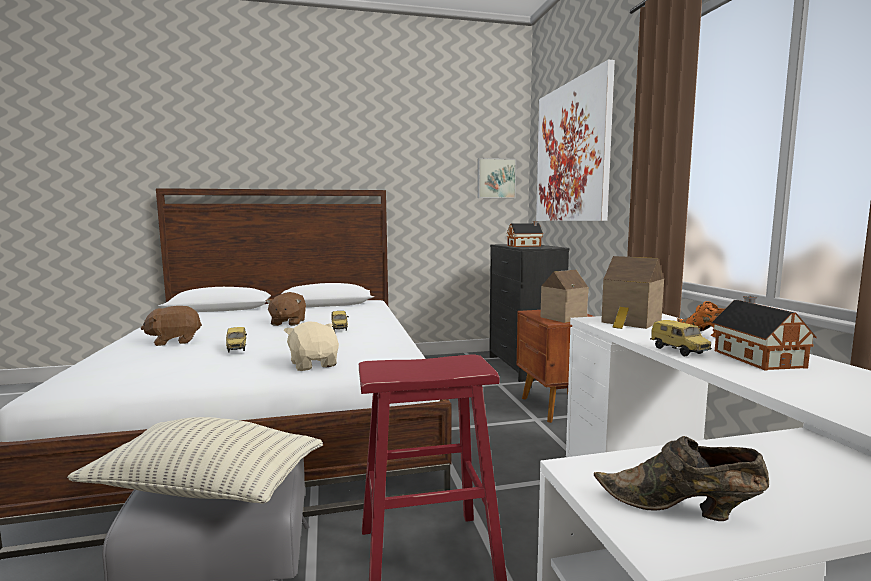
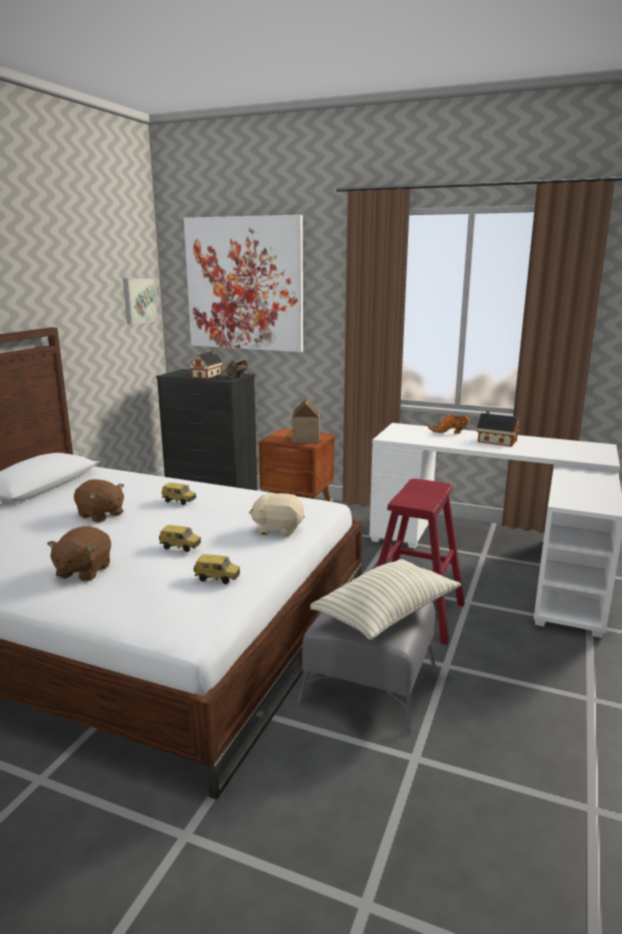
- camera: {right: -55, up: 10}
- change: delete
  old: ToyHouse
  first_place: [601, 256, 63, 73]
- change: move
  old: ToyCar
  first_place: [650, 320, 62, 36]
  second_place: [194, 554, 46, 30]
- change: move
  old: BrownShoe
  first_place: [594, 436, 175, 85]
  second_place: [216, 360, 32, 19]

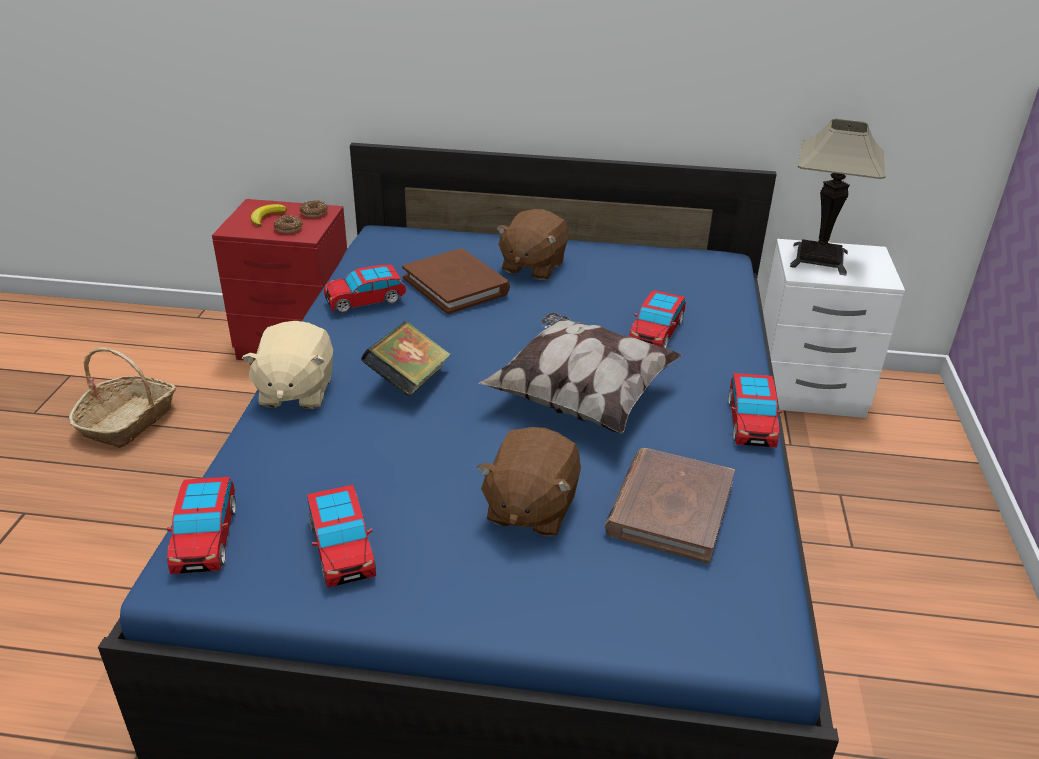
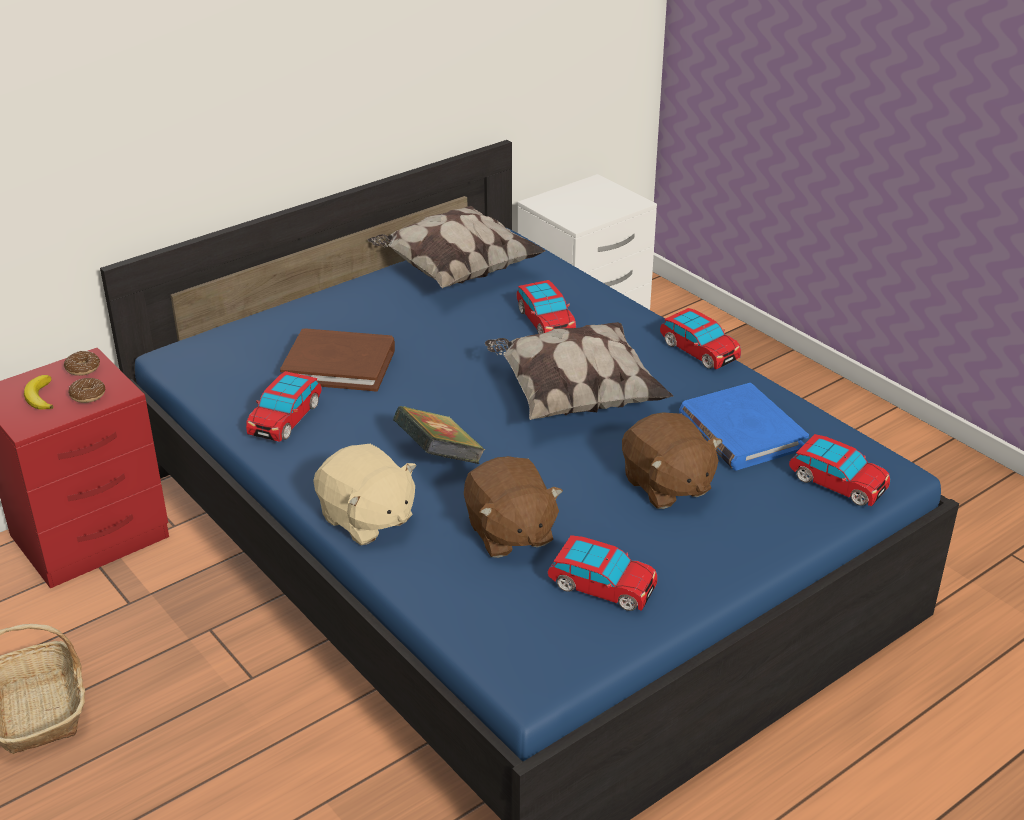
- camera: {right: -45, up: 0}
- change: delete
  old: TableLamp
  first_place: [790, 119, 96, 156]
- change: move
  old: BrownPlushToy
  first_place: [496, 209, 72, 71]
  second_place: [464, 456, 99, 102]
- change: recolor
  old: BrownBook
  new: BlueBook
  first_place: [605, 448, 130, 116]
  second_place: [679, 383, 130, 87]
- change: move
  old: ToyCar
  first_place: [166, 477, 70, 97]
  second_place: [789, 434, 101, 72]
- change: insert
  new: Pillow
  second_place: [368, 206, 178, 82]

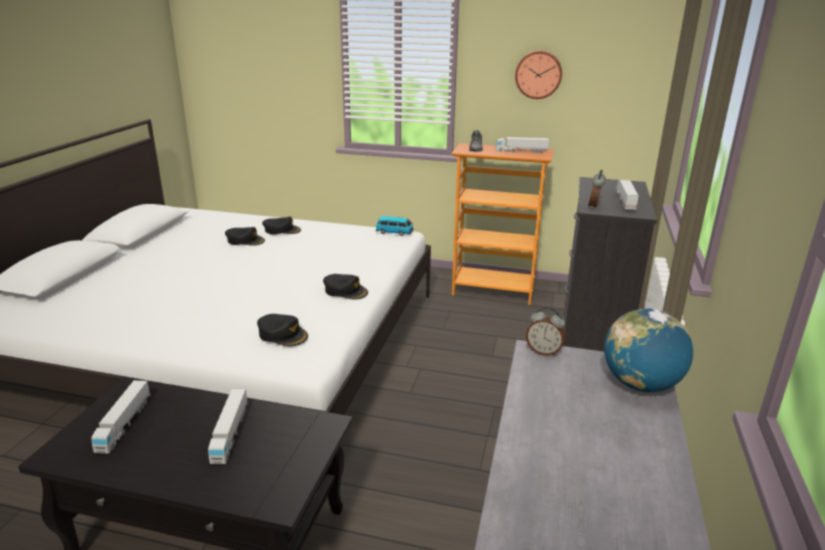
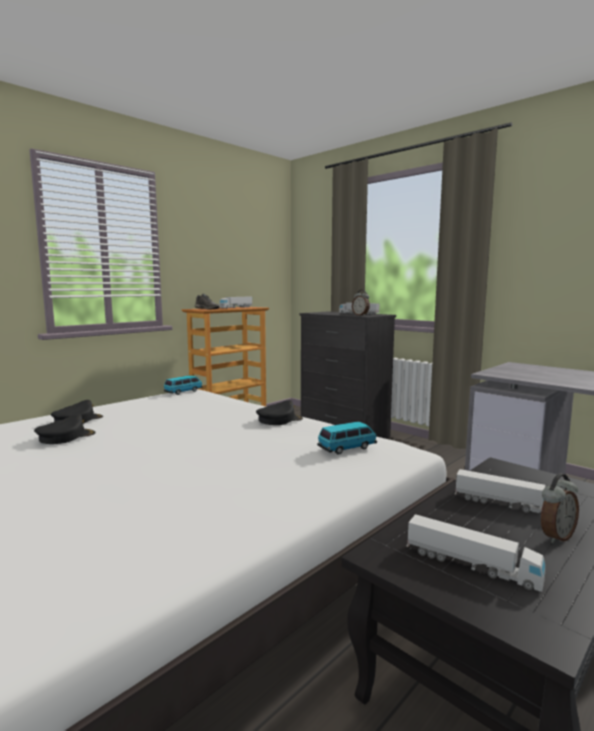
- camera: {right: -60, up: -15}
- change: delete
  old: WallClock
  first_place: [515, 51, 47, 48]
- change: move
  old: AlarmClock
  first_place: [526, 307, 39, 50]
  second_place: [541, 473, 38, 70]
- change: delete
  old: Globe
  first_place: [604, 309, 89, 83]
- change: replace
  old: BlackCap
  new: ToyCar
  first_place: [257, 314, 51, 33]
  second_place: [317, 422, 60, 33]

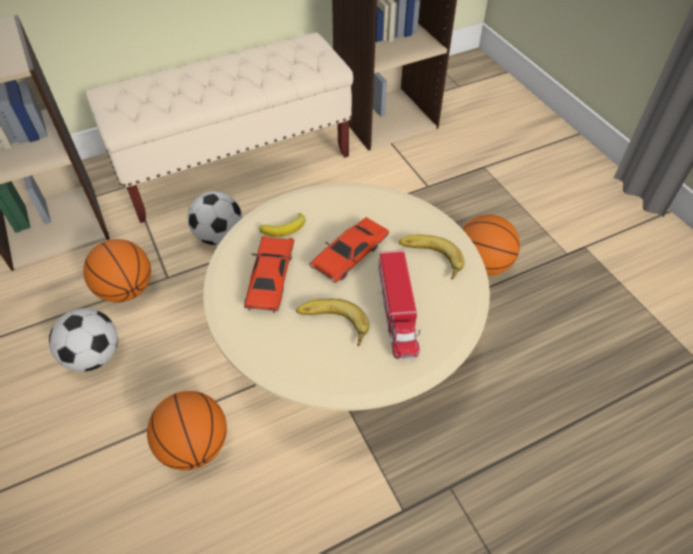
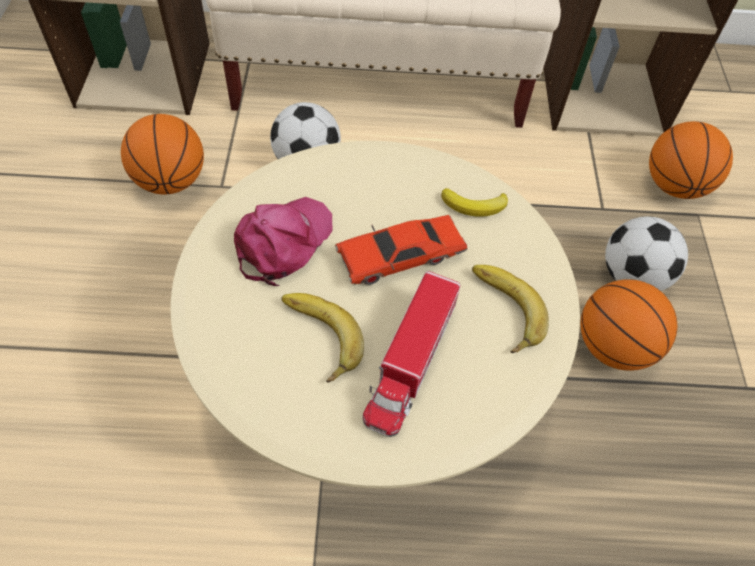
- camera: {right: 25, up: 5}
- change: move
  old: Banana
  first_place: [259, 213, 46, 24]
  second_place: [441, 188, 67, 29]
- change: replace
  old: RedToyCar
  new: PinkCap
  first_place: [244, 236, 51, 77]
  second_place: [234, 197, 99, 89]
- change: move
  old: Football
  first_place: [49, 308, 69, 64]
  second_place: [605, 216, 83, 75]
- change: move
  old: Basketball
  first_place: [147, 391, 80, 79]
  second_place: [649, 121, 84, 78]

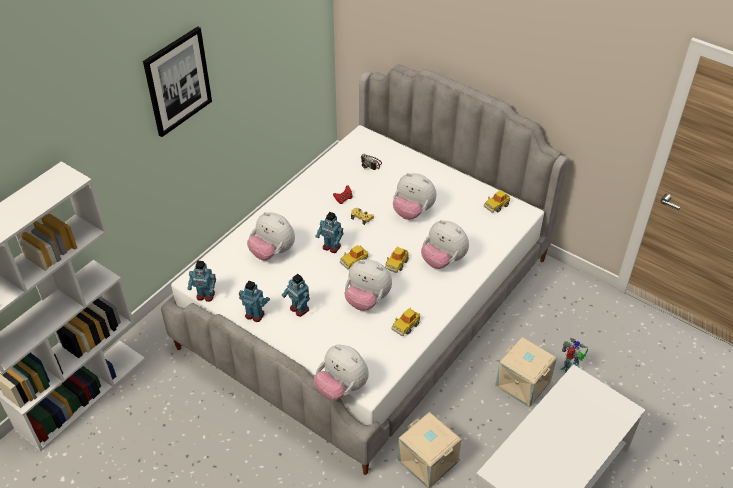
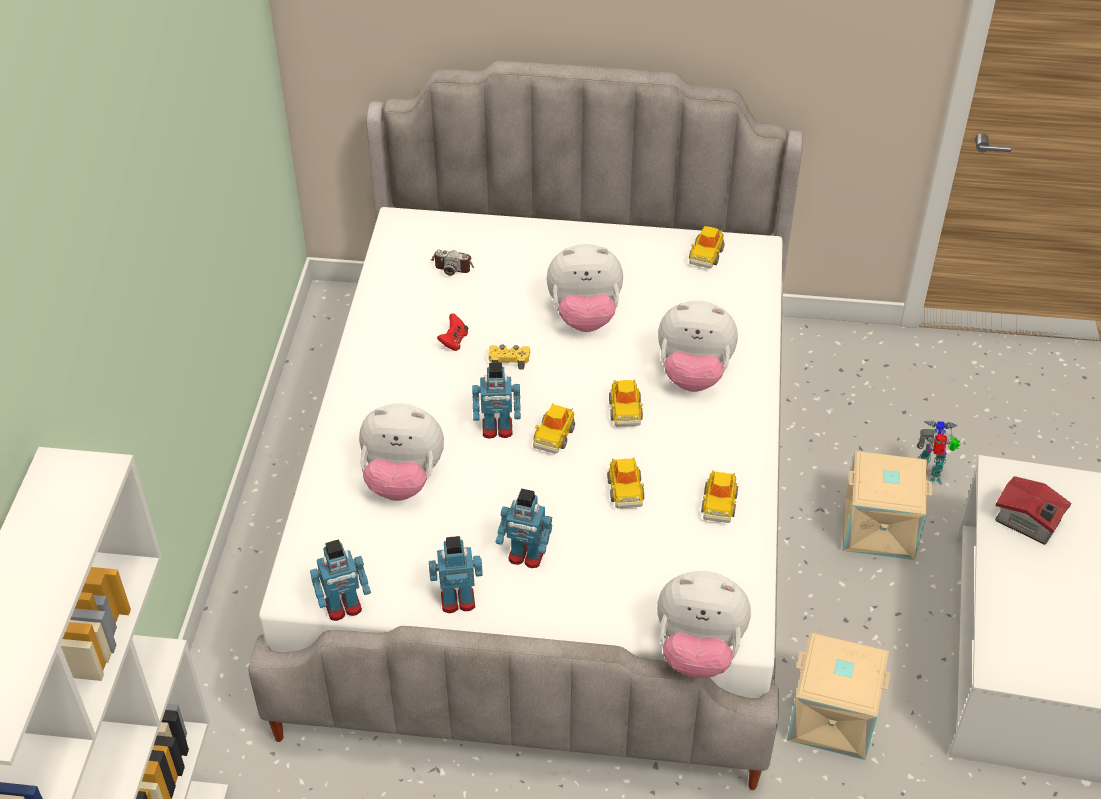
- camera: {right: -30, up: 0}
- change: delete
  old: Picture
  first_place: [143, 26, 69, 111]
- change: replace
  old: PlushToy
  new: ToyCar
  first_place: [344, 259, 48, 52]
  second_place: [607, 457, 37, 51]
- change: insert
  new: ToyHouse
  second_place: [995, 476, 76, 69]

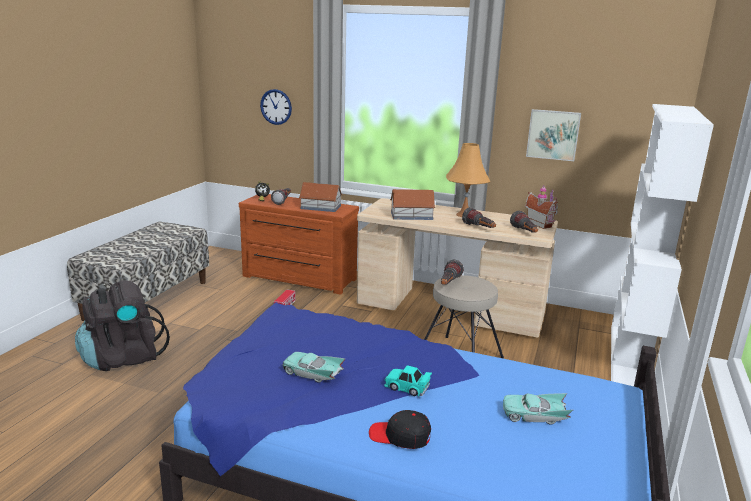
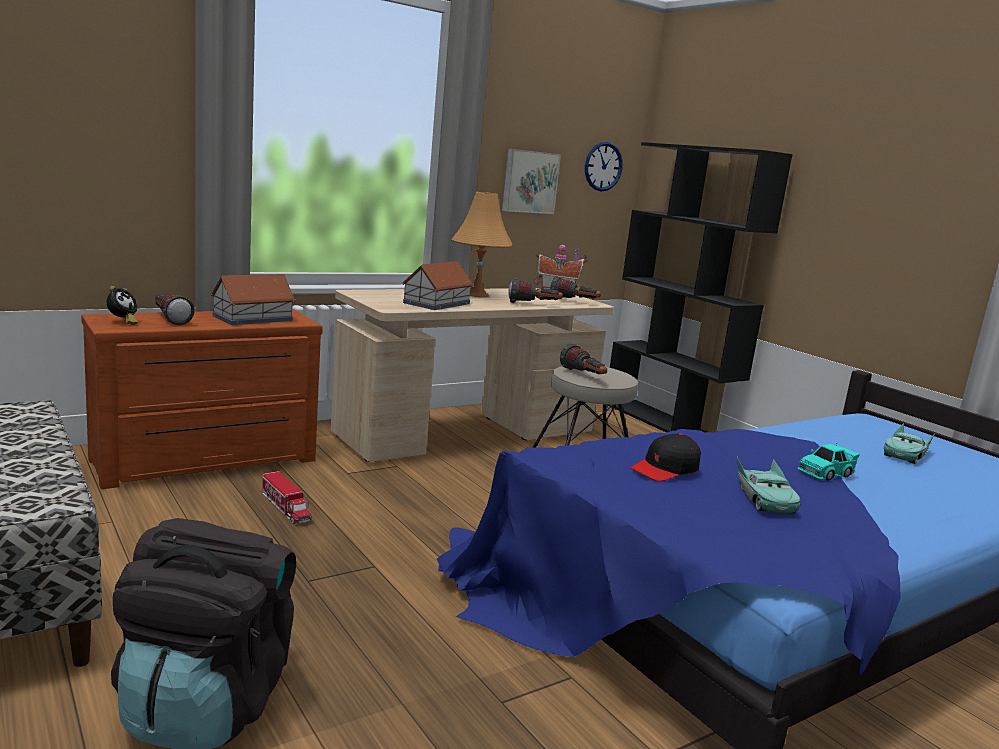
- camera: {right: -55, up: -5}
- change: move
  old: WallClock
  first_place: [260, 89, 32, 36]
  second_place: [585, 142, 38, 49]
- change: recolor
  old: WhiteBookcase
  new: BlackBookcase
  first_place: [611, 104, 103, 282]
  second_place: [606, 142, 187, 290]
- change: rotate
  old: TurquoiseToyCar
  first_place: [283, 352, 62, 30]
  second_place: [737, 457, 64, 57]
  degrees: -60
- change: move
  old: BlackCap
  first_place: [369, 410, 62, 39]
  second_place: [630, 433, 71, 48]

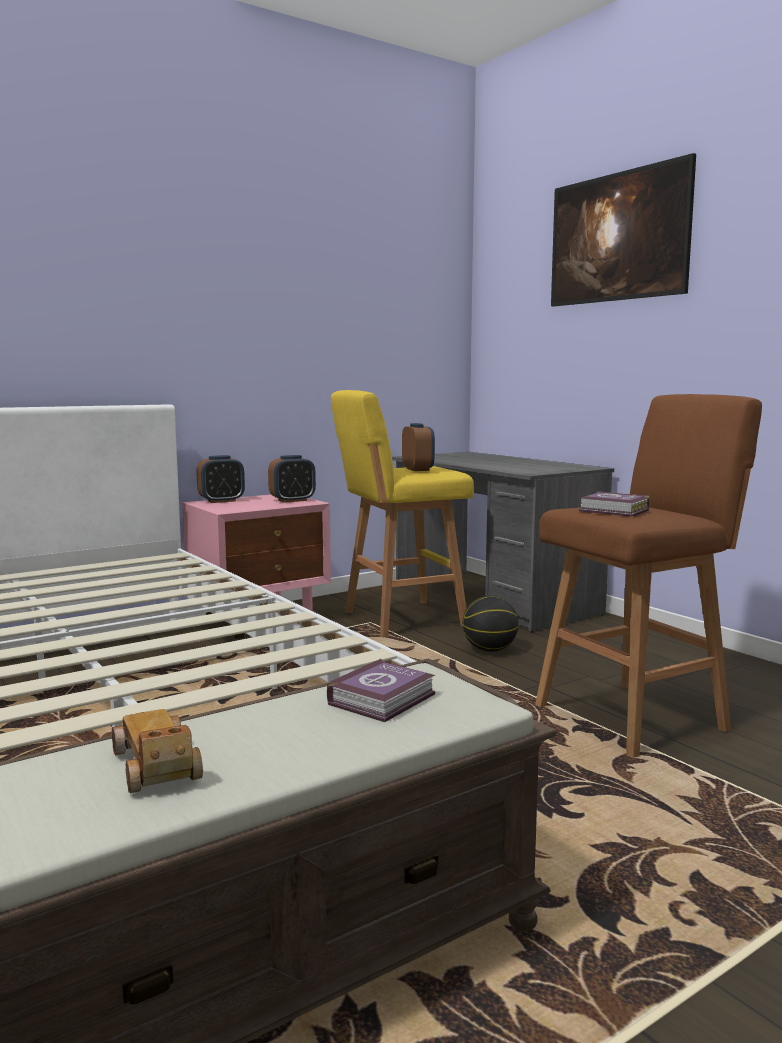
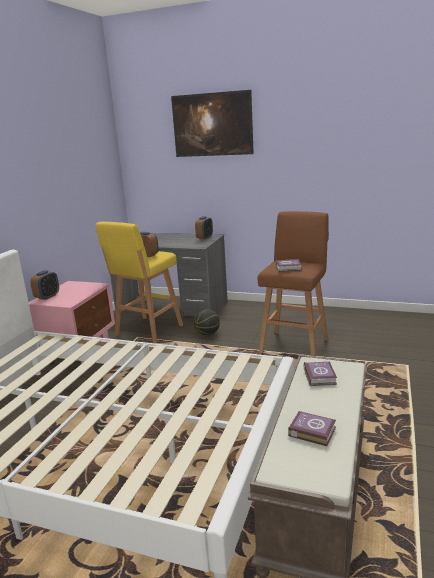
- camera: {right: -35, up: 10}
- change: move
  old: AlarmClock
  first_place: [268, 455, 48, 48]
  second_place: [195, 216, 18, 24]
- change: replace
  old: ToyCar
  new: Book
  first_place: [112, 709, 91, 84]
  second_place: [288, 411, 48, 35]

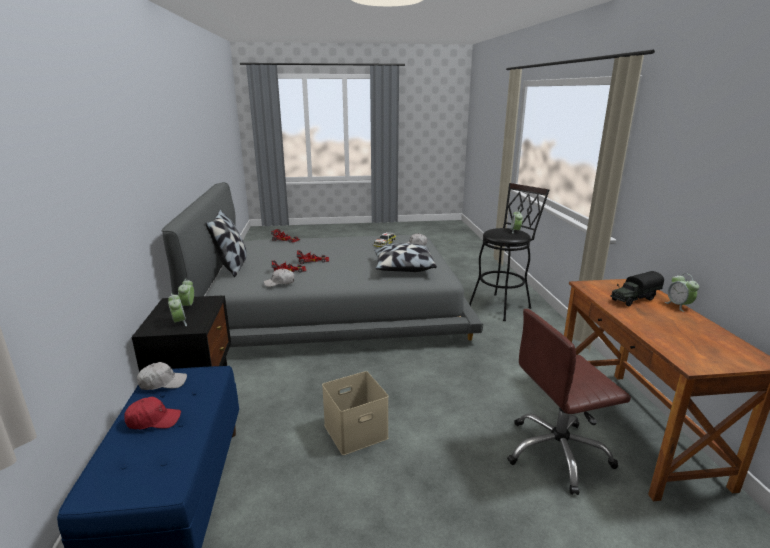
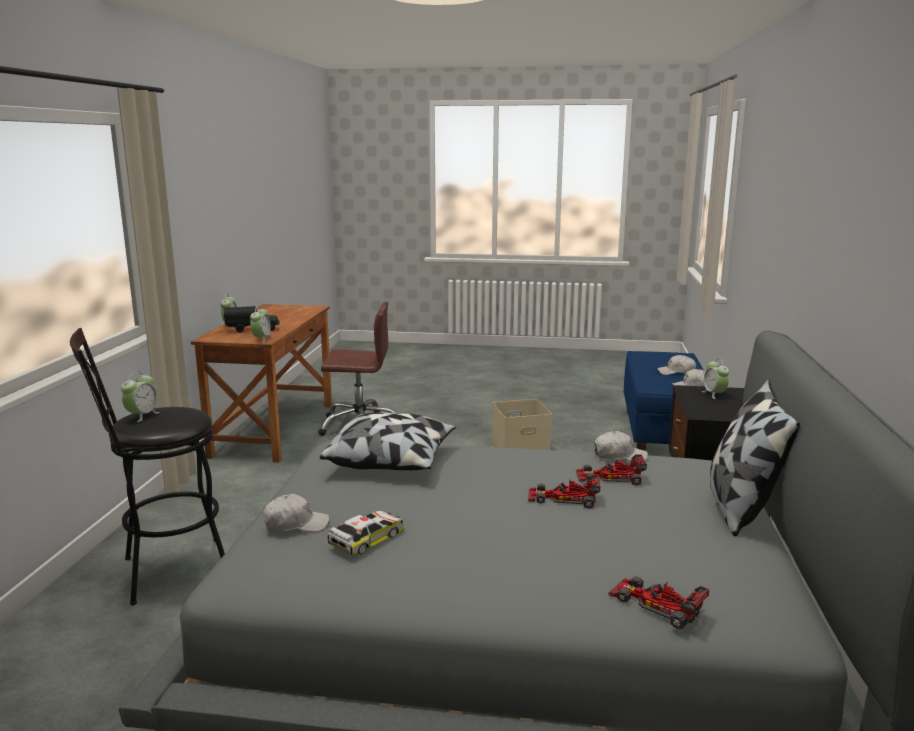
- camera: {right: -165, up: -5}
- change: move
  old: AlarmClock
  first_place: [178, 278, 16, 28]
  second_place: [250, 306, 22, 36]
- change: recolor
  old: RedCap
  new: WhiteCap
  first_place: [124, 397, 57, 32]
  second_place: [657, 355, 39, 20]

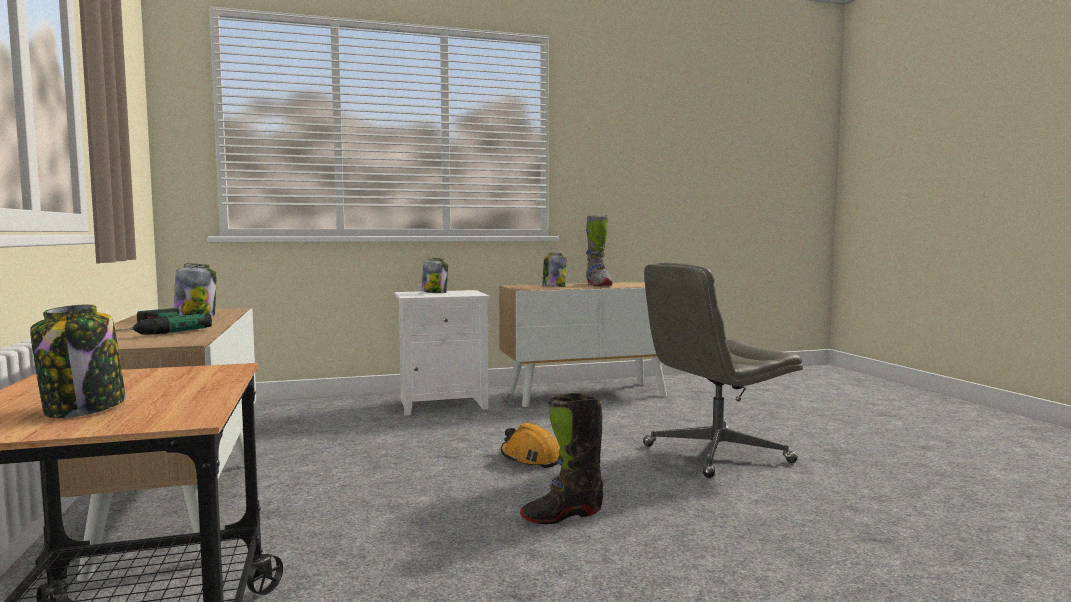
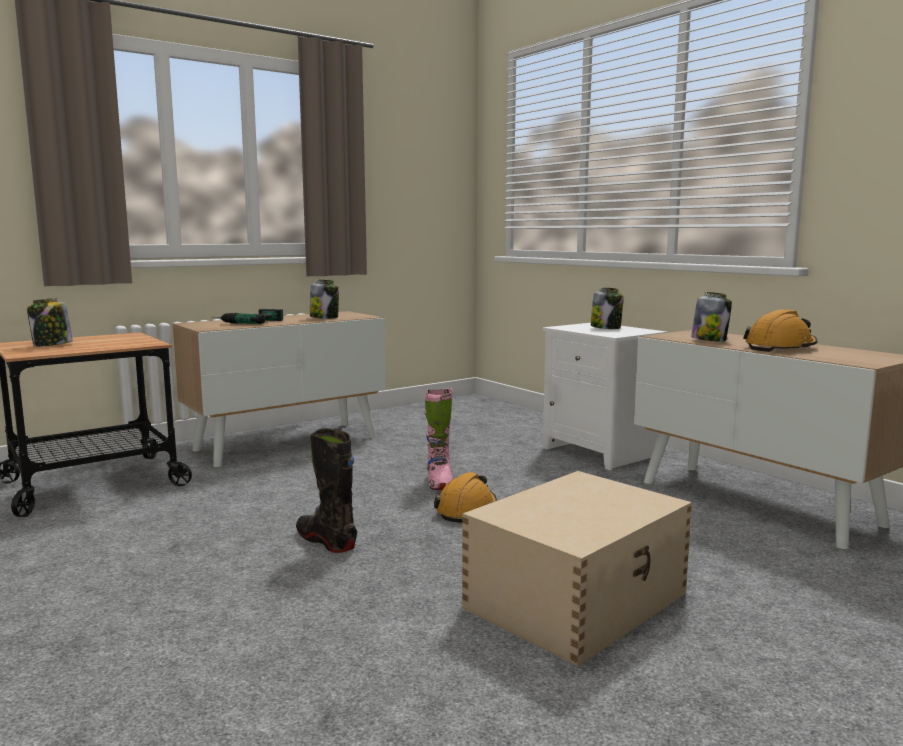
- camera: {right: 70, up: 5}
- change: replace
  old: GreyBoot
  new: OrangeHardHat
  first_place: [586, 215, 27, 71]
  second_place: [743, 309, 74, 43]
- change: replace
  old: GreyOfficeChair
  new: BeigeStorageBox
  first_place: [643, 263, 160, 215]
  second_place: [462, 471, 230, 195]
- change: insert
  new: PinkBoot
  second_place: [425, 388, 28, 102]

